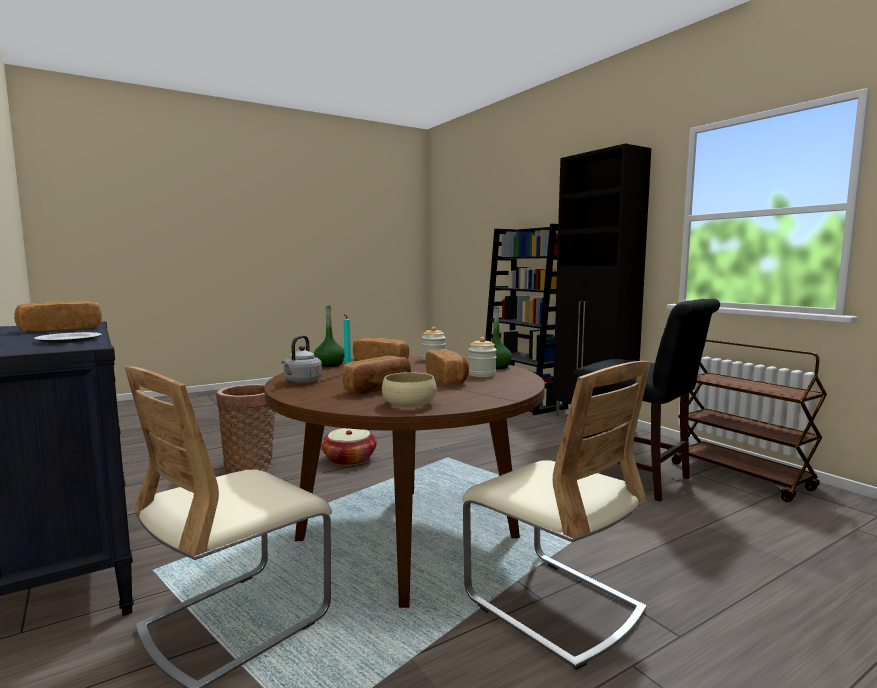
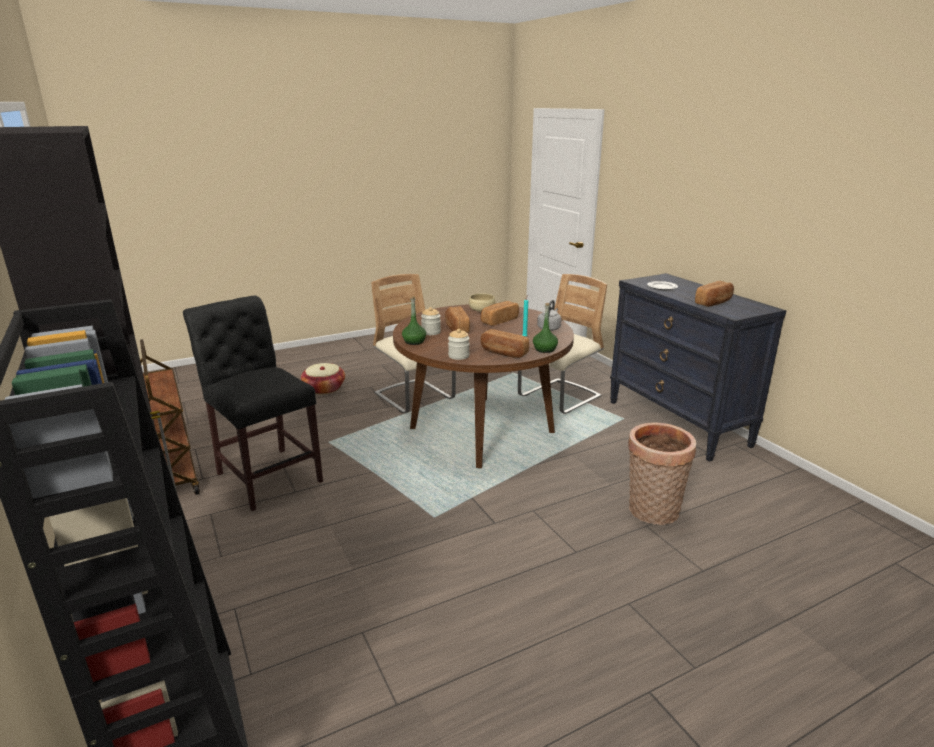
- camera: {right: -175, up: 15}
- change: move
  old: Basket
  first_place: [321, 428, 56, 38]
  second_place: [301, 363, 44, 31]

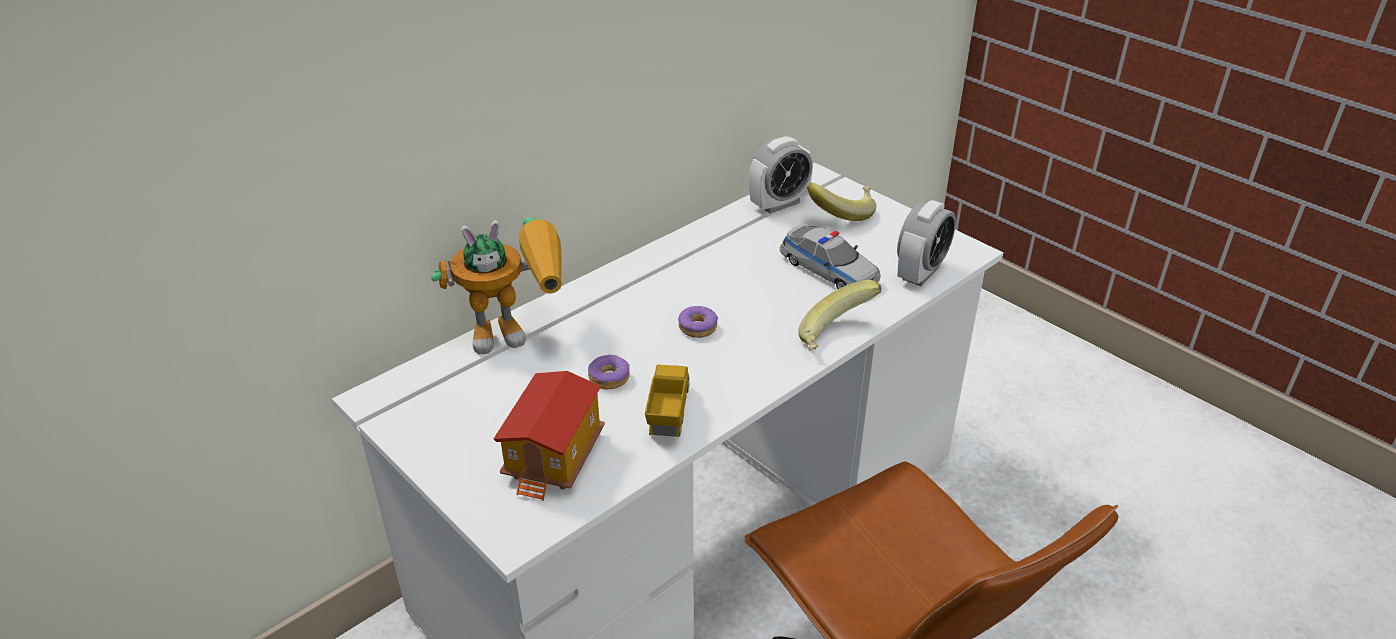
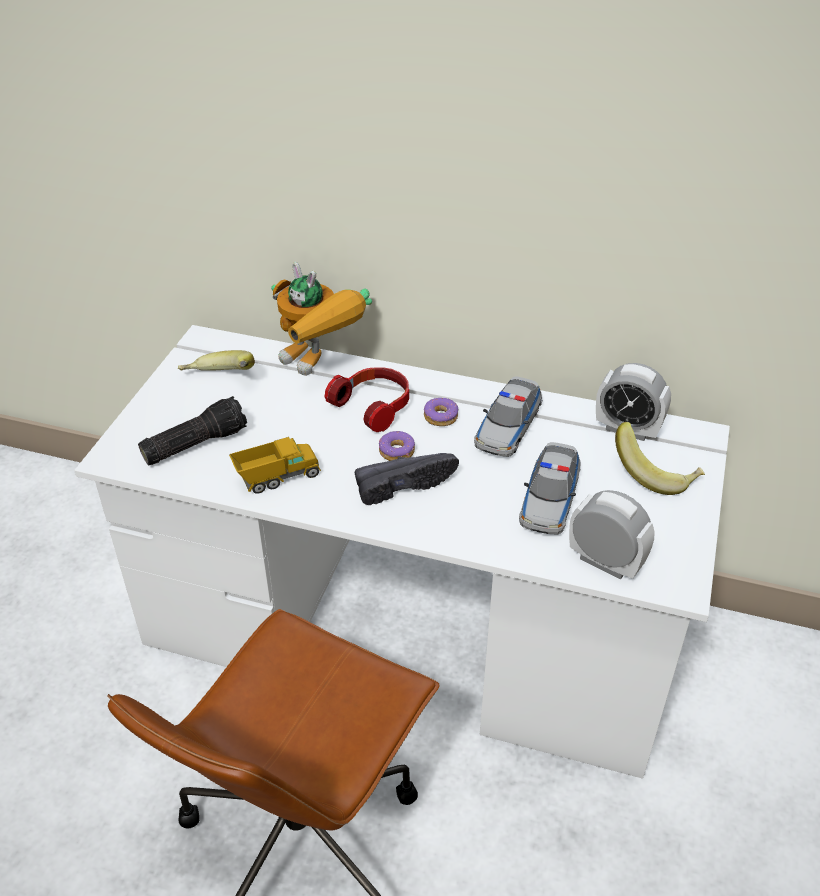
- camera: {right: 60, up: 5}
- change: rotate
  old: AlarmClock
  first_place: [897, 200, 59, 86]
  second_place: [569, 490, 86, 90]
  degrees: -150
- change: move
  old: Banana
  first_place: [798, 280, 84, 71]
  second_place: [178, 350, 77, 21]
- change: move
  old: Donut
  first_place: [588, 355, 42, 34]
  second_place: [424, 398, 34, 28]
- change: replace
  old: ToyHouse
  new: Flashlight
  first_place: [494, 371, 111, 130]
  second_place: [138, 396, 109, 69]
- change: insert
  new: Headphones
  second_place: [324, 367, 85, 65]
- change: insert
  new: ToyCar
  second_place: [474, 377, 69, 80]
- change: insert
  new: BlackShoe
  second_place: [355, 453, 104, 52]

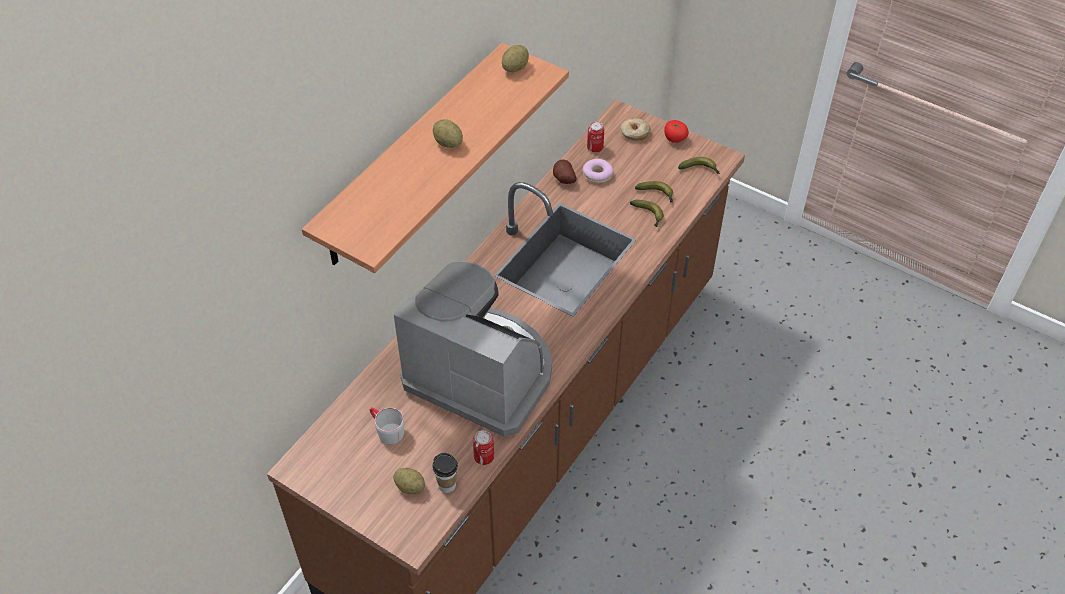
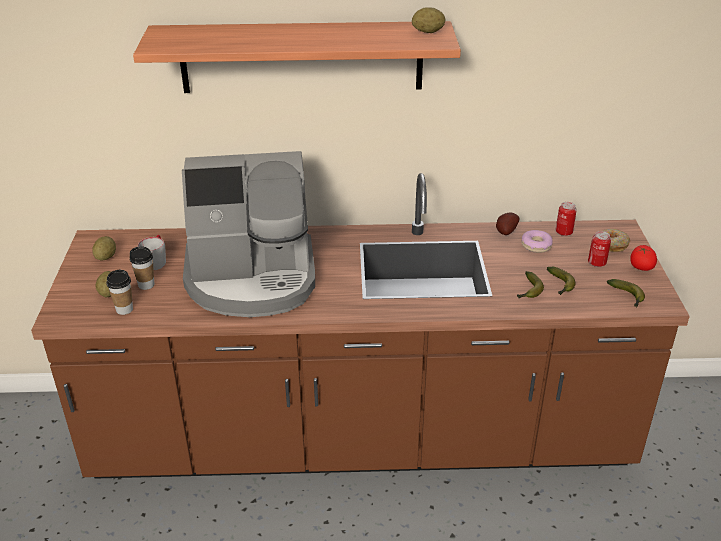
- camera: {right: 55, up: -15}
- change: move
  old: Potato
  first_place: [433, 119, 30, 29]
  second_place: [92, 236, 24, 25]
- change: rotate
  old: CoffeeMachine
  first_place: [394, 261, 158, 176]
  second_place: [182, 151, 133, 166]
  degrees: 90
- change: move
  old: Can
  first_place: [473, 430, 21, 35]
  second_place: [588, 231, 23, 36]
- change: insert
  new: Cup
  second_place: [129, 246, 26, 44]

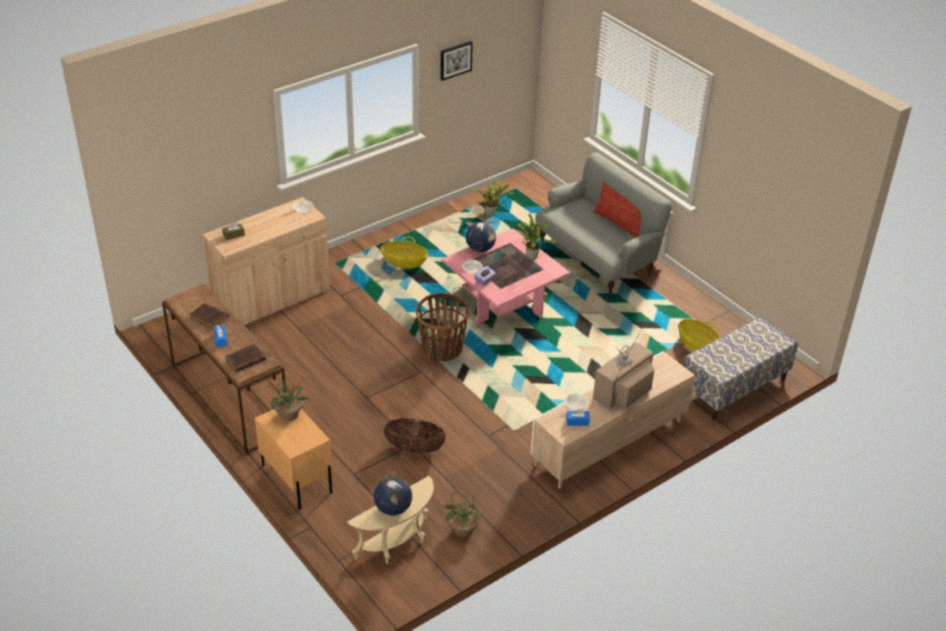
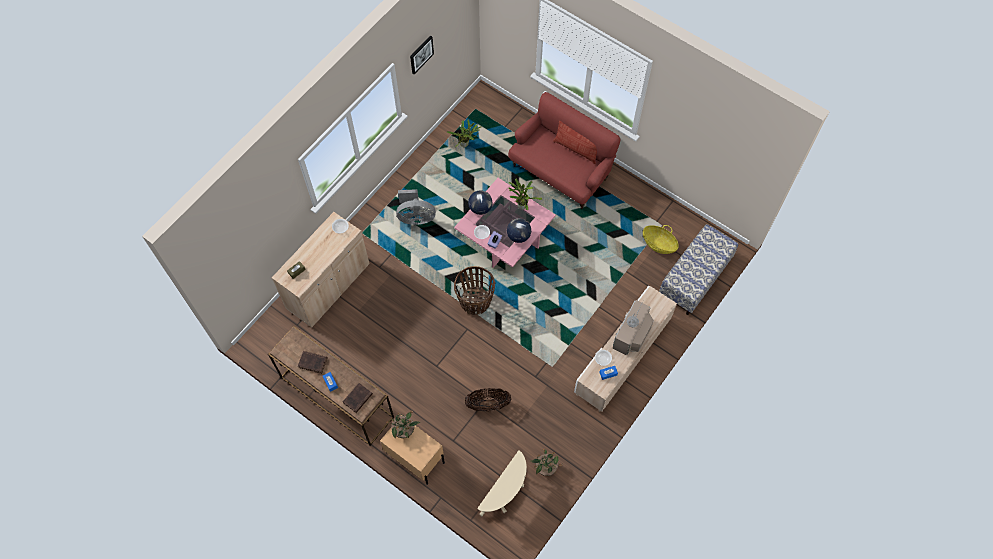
- camera: {right: -15, up: 25}
- change: recolor
  old: GreySofa
  new: RedSofa
  first_place: [535, 152, 137, 143]
  second_place: [508, 92, 113, 117]
- change: replace
  old: Basket
  new: GreyFan
  first_place: [381, 237, 47, 32]
  second_place: [396, 189, 40, 36]
- change: move
  old: Globe
  first_place: [374, 477, 38, 39]
  second_place: [507, 218, 24, 25]

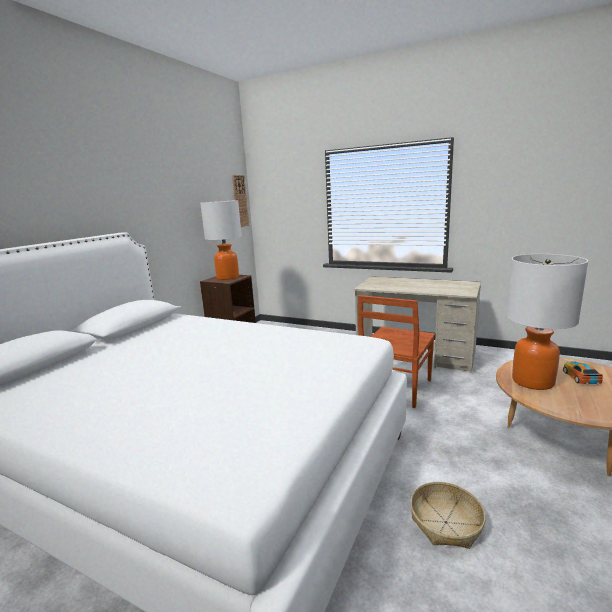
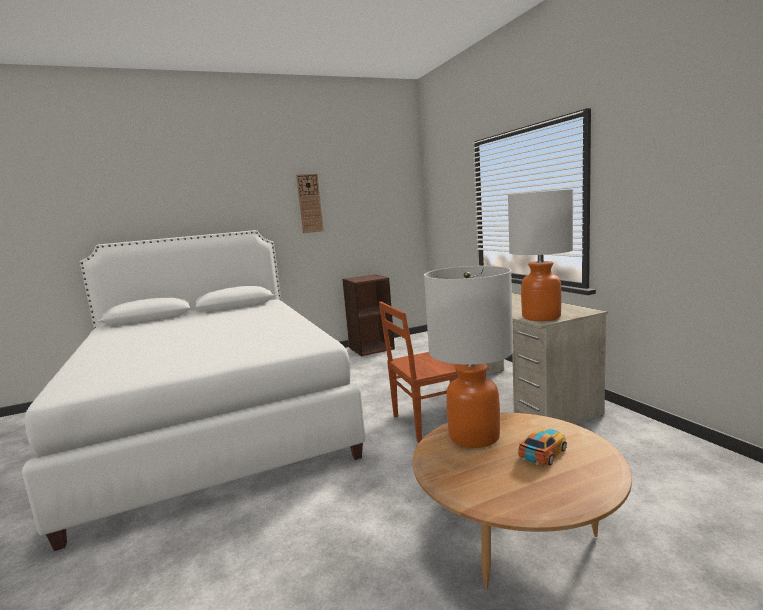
- camera: {right: 40, up: -5}
- change: move
  old: WallClock
  first_place: [232, 175, 17, 52]
  second_place: [296, 174, 28, 59]
- change: move
  old: TableLamp
  first_place: [200, 200, 42, 80]
  second_place: [508, 189, 65, 132]
- change: delete
  old: Basket
  first_place: [410, 482, 76, 67]

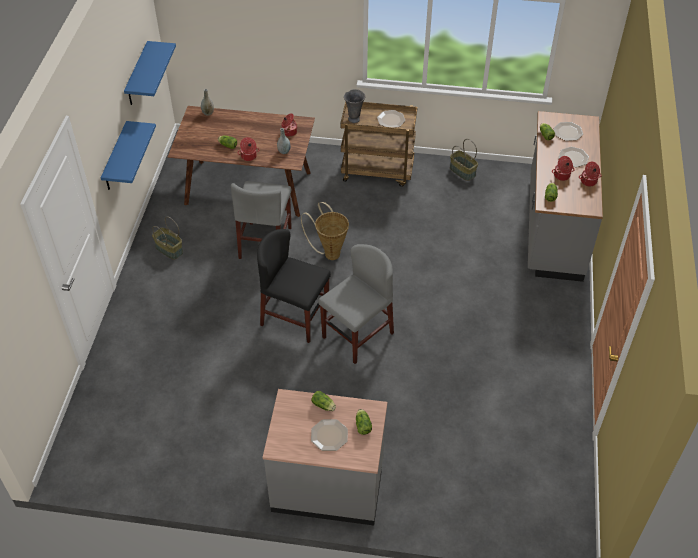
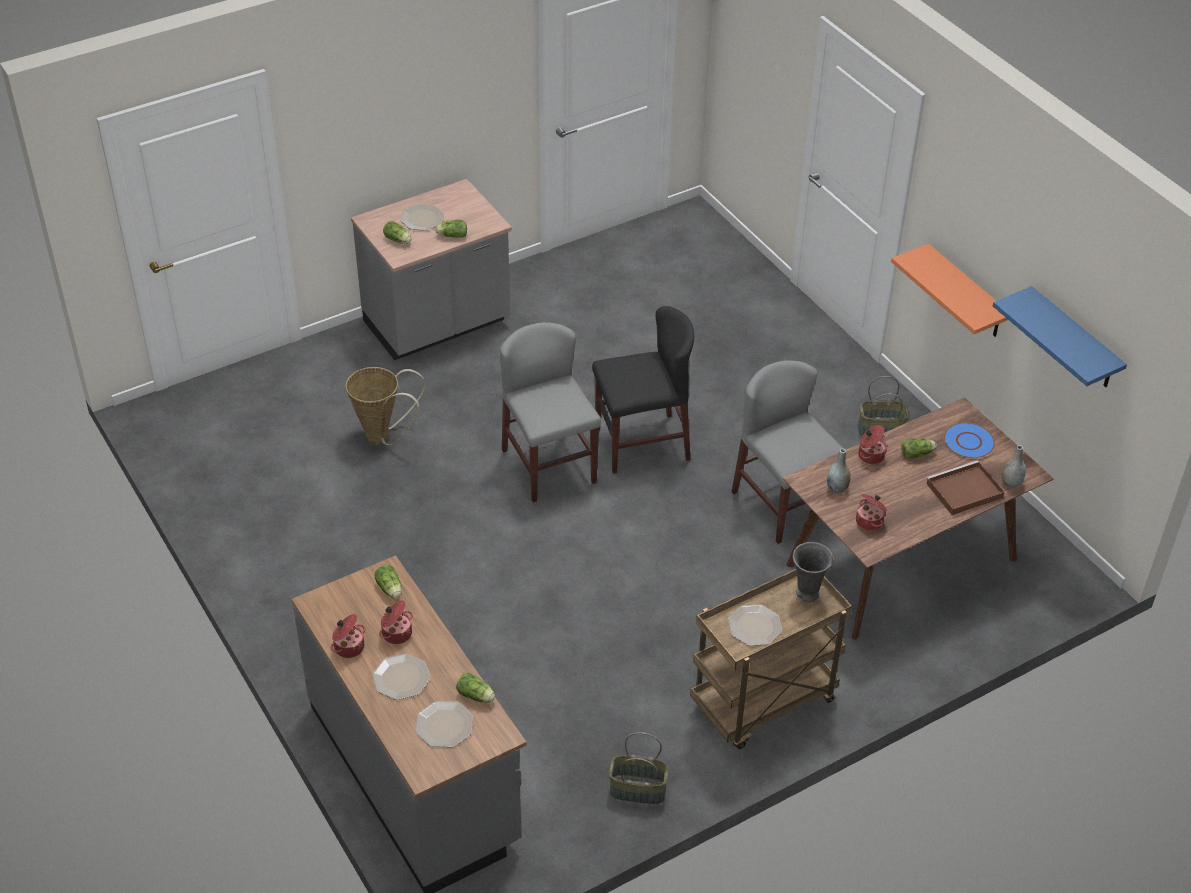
- camera: {right: 140, up: -5}
- change: recolor
  old: BlueShelf
  new: OrangeShelf
  first_place: [101, 121, 55, 69]
  second_place: [891, 243, 117, 94]
- change: move
  old: Basket
  first_place: [301, 202, 48, 58]
  second_place: [346, 367, 80, 78]
- change: rotate
  old: GreyChair
  first_place: [318, 244, 76, 120]
  second_place: [500, 322, 101, 180]
  degrees: 150
- change: insert
  new: BluePlate
  second_place: [943, 423, 52, 35]
- change: insert
  new: BrownTray
  second_place: [926, 461, 79, 54]

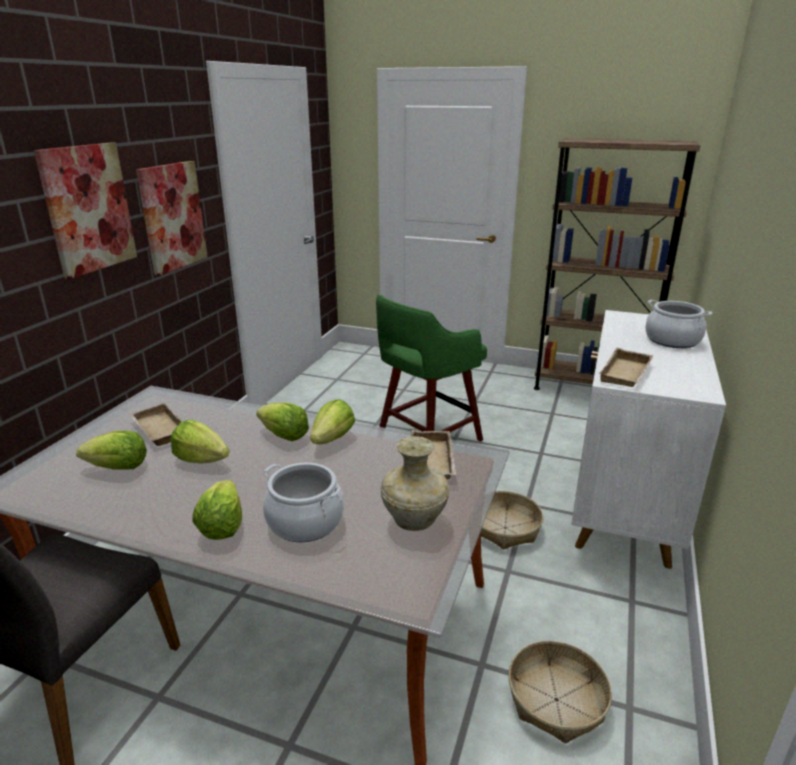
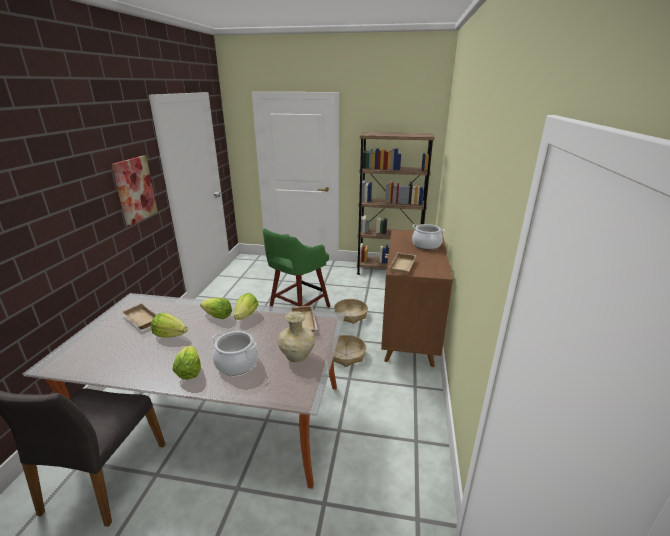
- camera: {right: -10, up: 0}
- change: delete
  old: Picture
  first_place: [34, 142, 103, 137]
- change: recolor
  old: WhiteCabinet
  new: BrownCabinet
  first_place: [571, 310, 155, 259]
  second_place: [381, 230, 72, 137]
- change: delete
  old: Lettuce
  first_place: [76, 430, 71, 39]
- change: move
  old: Basket
  first_place: [508, 641, 104, 103]
  second_place: [334, 299, 34, 25]

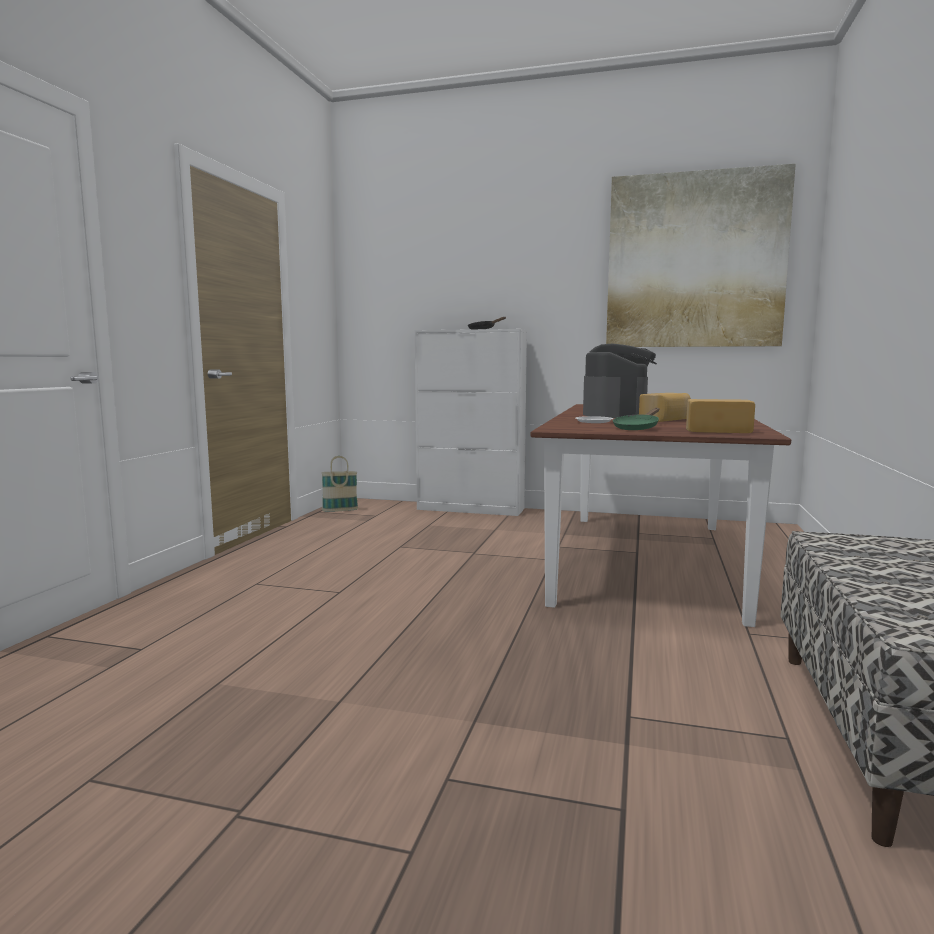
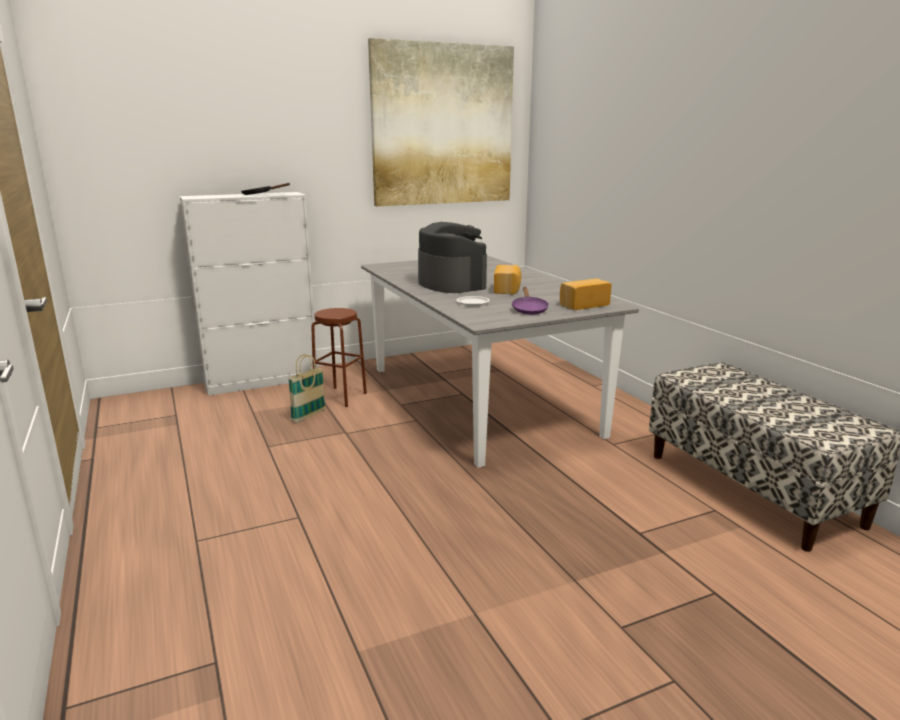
- camera: {right: -40, up: 10}
- change: recolor
  old: BrownDiningTable
  new: GreyDiningTable
  first_place: [531, 404, 260, 223]
  second_place: [361, 255, 278, 213]
- change: recolor
  old: GreenFryingPan
  new: PurpleFryingPan
  first_place: [613, 408, 46, 22]
  second_place: [512, 287, 37, 28]
- change: move
  old: Basket
  first_place: [321, 456, 37, 56]
  second_place: [288, 354, 38, 68]
- change: insert
  new: BrownStool
  second_place: [311, 308, 56, 99]

